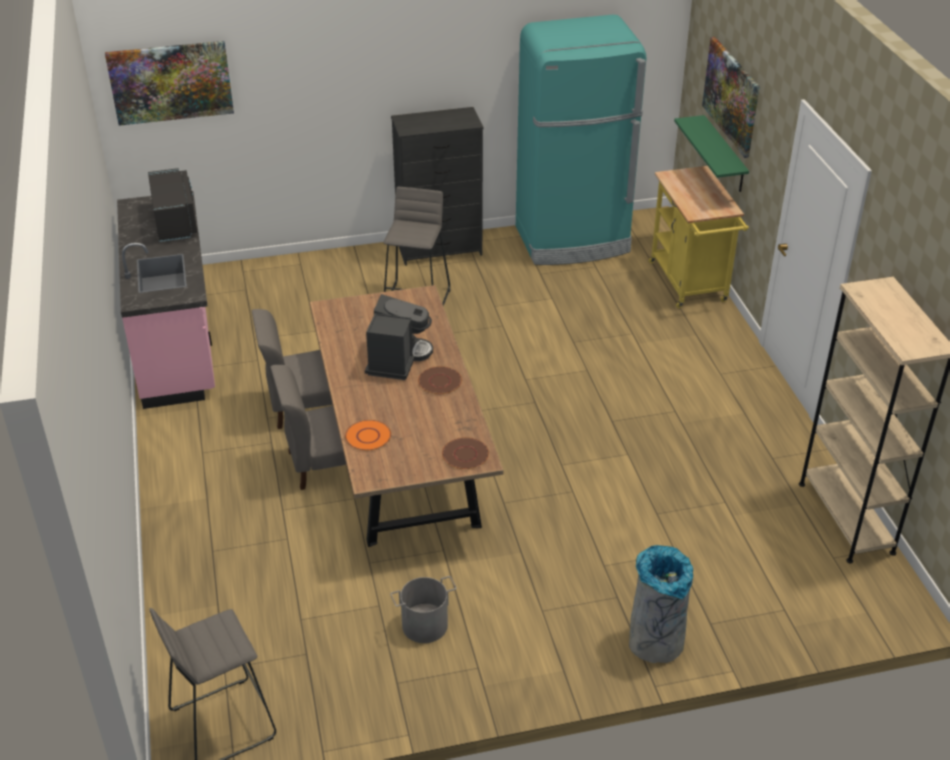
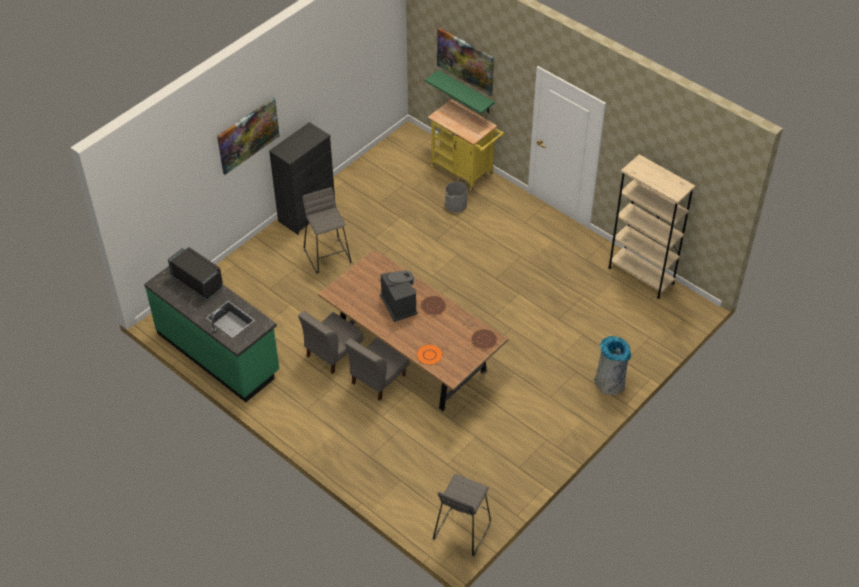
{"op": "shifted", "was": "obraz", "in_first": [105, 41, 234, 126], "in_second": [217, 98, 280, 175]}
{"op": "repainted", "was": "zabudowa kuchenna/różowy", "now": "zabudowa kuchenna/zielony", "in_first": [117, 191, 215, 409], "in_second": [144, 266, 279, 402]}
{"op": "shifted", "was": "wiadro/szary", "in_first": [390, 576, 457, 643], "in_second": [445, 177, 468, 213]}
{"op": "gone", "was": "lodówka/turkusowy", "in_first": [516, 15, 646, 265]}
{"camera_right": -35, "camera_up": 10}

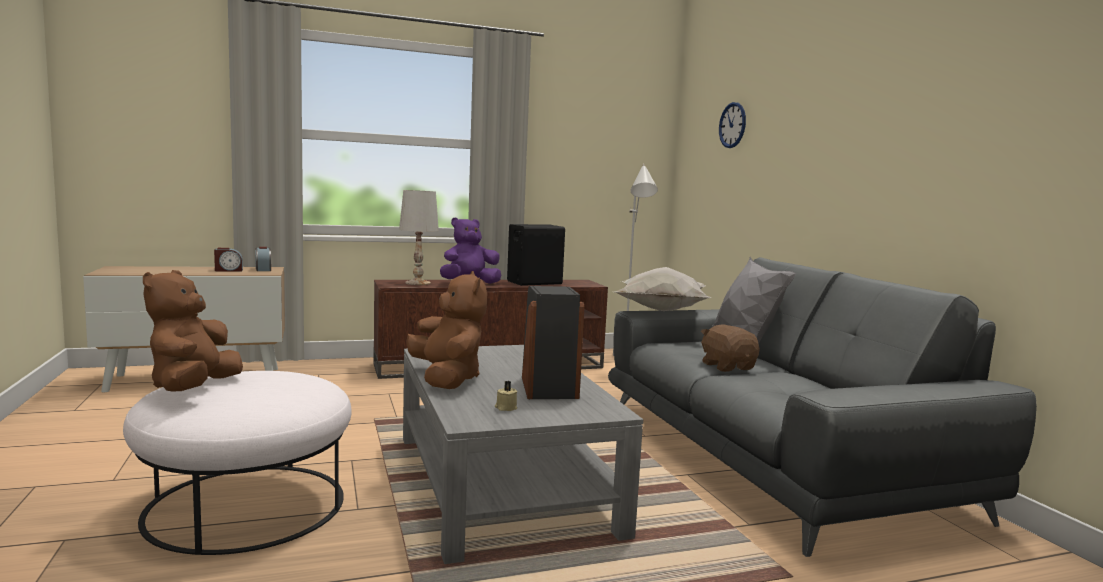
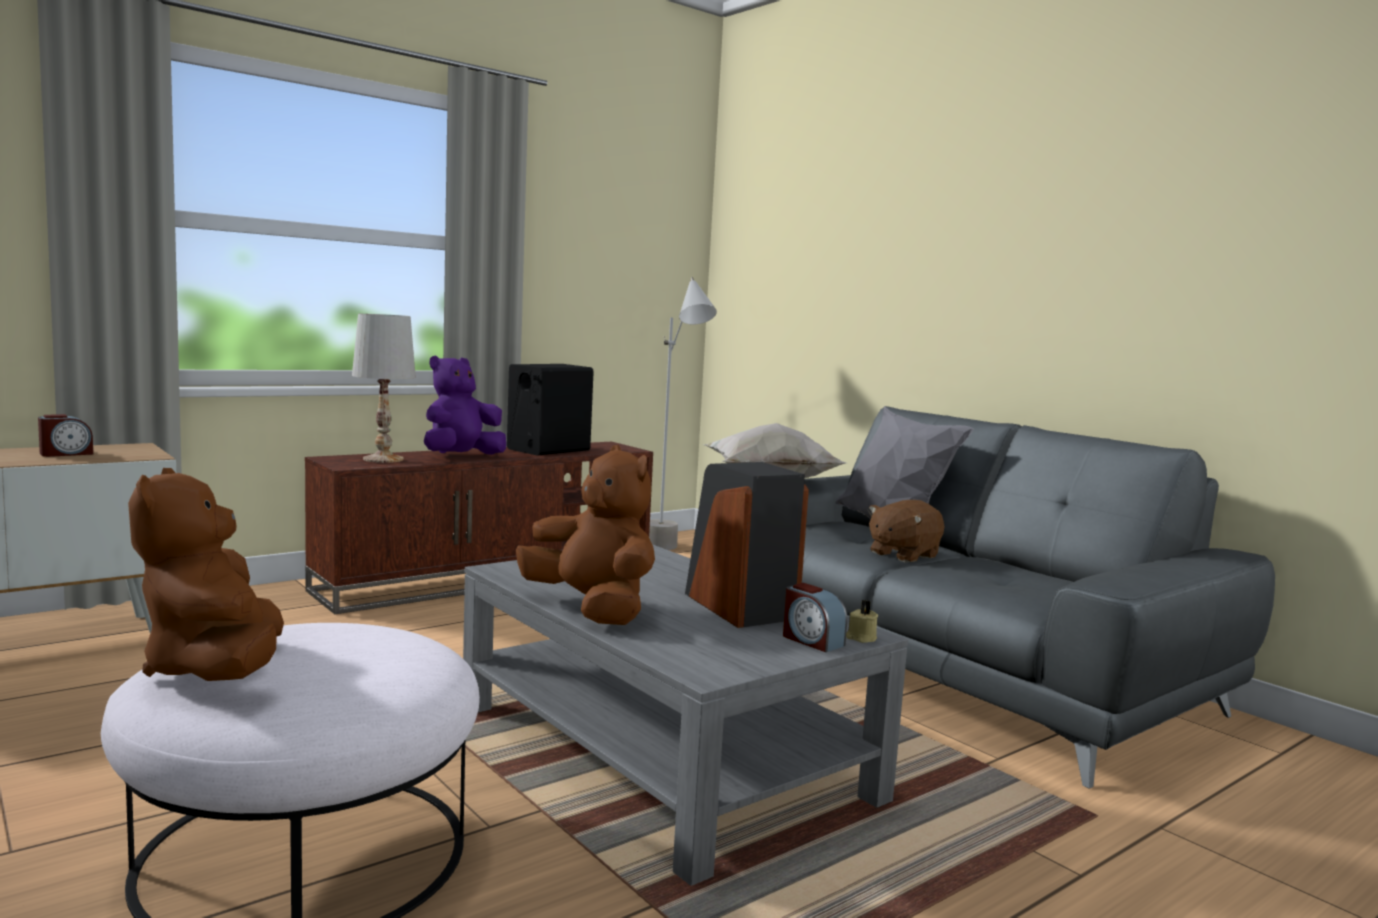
{"op": "shifted", "was": "budzik", "in_first": [255, 247, 271, 271], "in_second": [783, 583, 847, 652]}
{"op": "shifted", "was": "świeca/beżowy", "in_first": [495, 381, 517, 411], "in_second": [846, 600, 878, 643]}
{"op": "rotated", "was": "pluszak/brązowy", "in_first": [701, 324, 760, 372], "in_second": [869, 500, 944, 563], "clockwise": -90}
{"op": "gone", "was": "zegar ścienny", "in_first": [719, 102, 746, 148]}
{"camera_right": -20, "camera_up": 0}

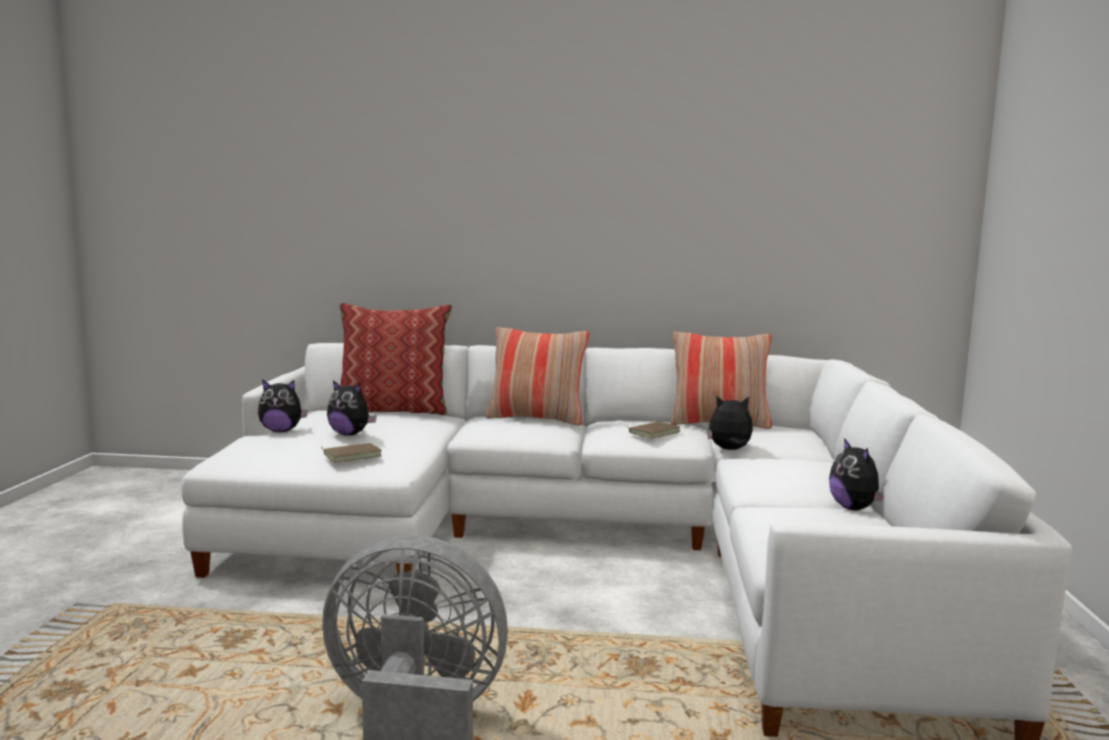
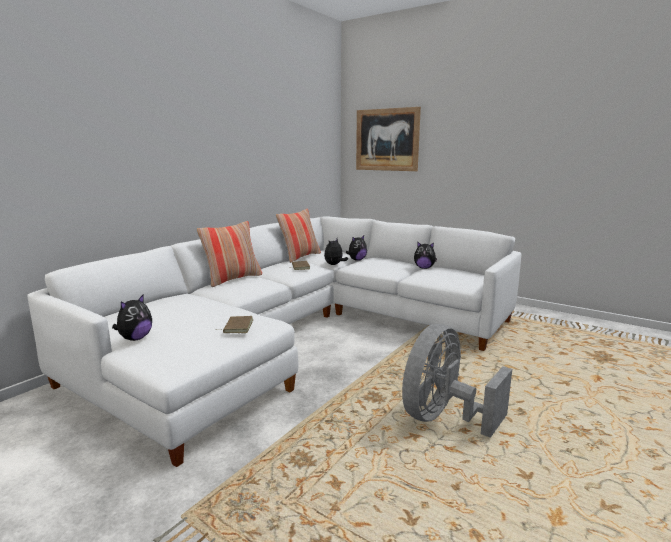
{"op": "shifted", "was": "pluszak", "in_first": [327, 380, 377, 436], "in_second": [346, 235, 367, 261]}
{"op": "gone", "was": "poduszka", "in_first": [340, 303, 452, 416]}
{"op": "new", "now": "obraz", "in_second": [356, 107, 421, 171]}
{"camera_right": -60, "camera_up": 5}

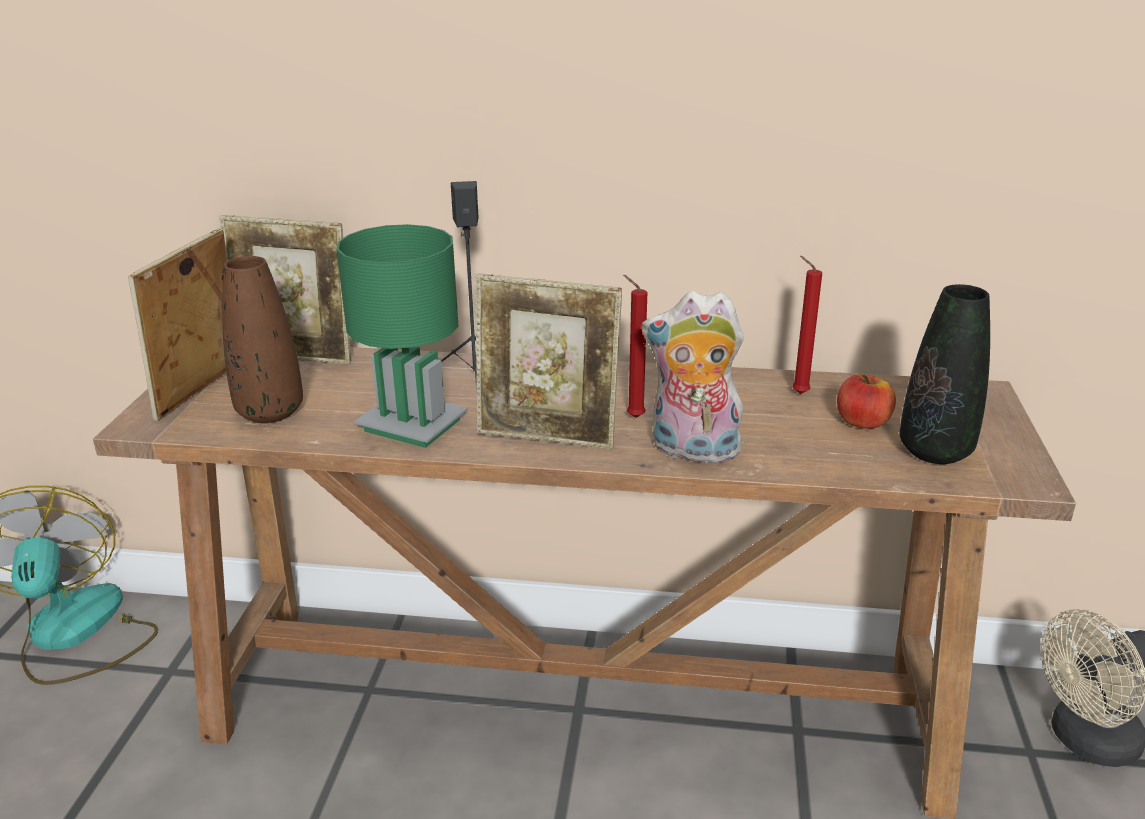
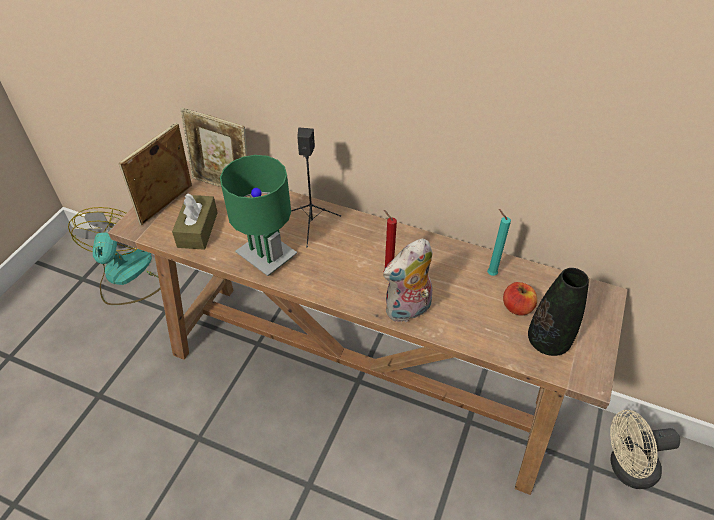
{"op": "swapped", "was": "wazon/brązowy", "now": "pudełko chusteczek/brązowy", "in_first": [222, 256, 303, 423], "in_second": [172, 193, 218, 250]}
{"op": "gone", "was": "ramka na zdjęcie", "in_first": [476, 273, 622, 449]}
{"op": "rotated", "was": "pluszak", "in_first": [641, 291, 747, 463], "in_second": [383, 239, 433, 322], "clockwise": -60}
{"op": "repainted", "was": "świeca/czerwony", "now": "świeca/turkusowy", "in_first": [792, 256, 822, 394], "in_second": [487, 209, 511, 276]}
{"camera_right": 15, "camera_up": 20}

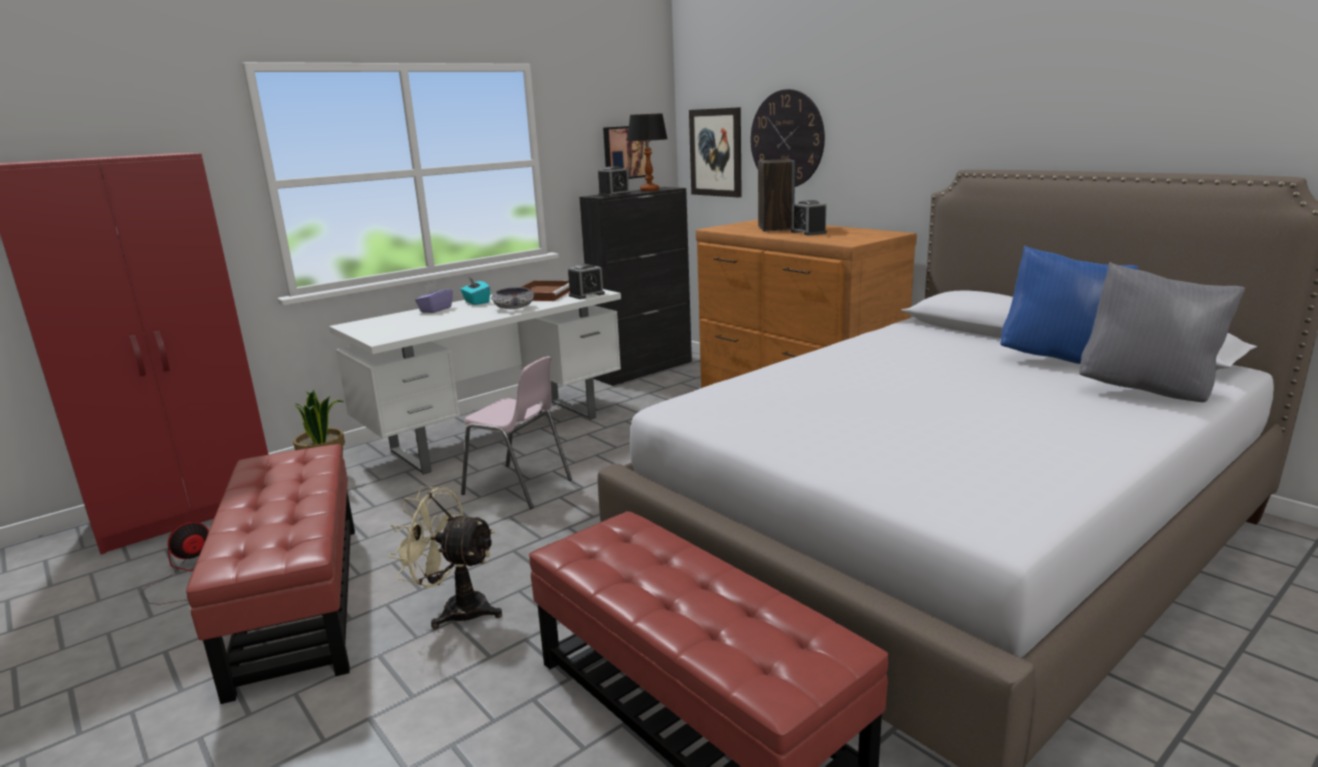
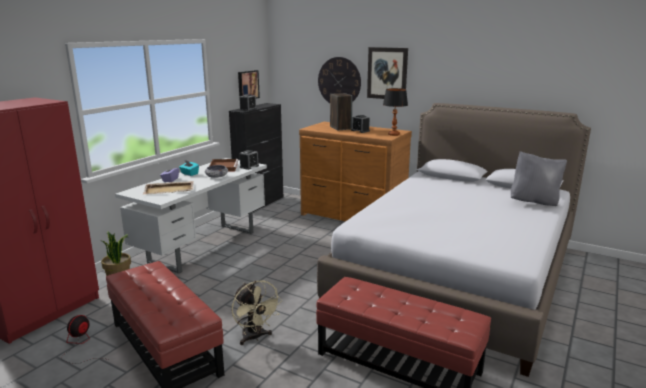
{"op": "rotated", "was": "wentylator/beżowy", "in_first": [388, 486, 502, 629], "in_second": [232, 280, 283, 345], "clockwise": -120}
{"op": "gone", "was": "krzesło/różowy", "in_first": [461, 356, 572, 509]}
{"op": "shifted", "was": "lampa stołowa", "in_first": [627, 113, 667, 191], "in_second": [383, 88, 408, 136]}
{"op": "shifted", "was": "obraz", "in_first": [689, 107, 742, 198], "in_second": [367, 47, 408, 99]}
{"op": "gone", "was": "poduszka/niebieski", "in_first": [1000, 246, 1139, 364]}
{"op": "new", "now": "taca/beżowy", "in_second": [143, 181, 194, 195]}
{"camera_right": -20, "camera_up": 0}

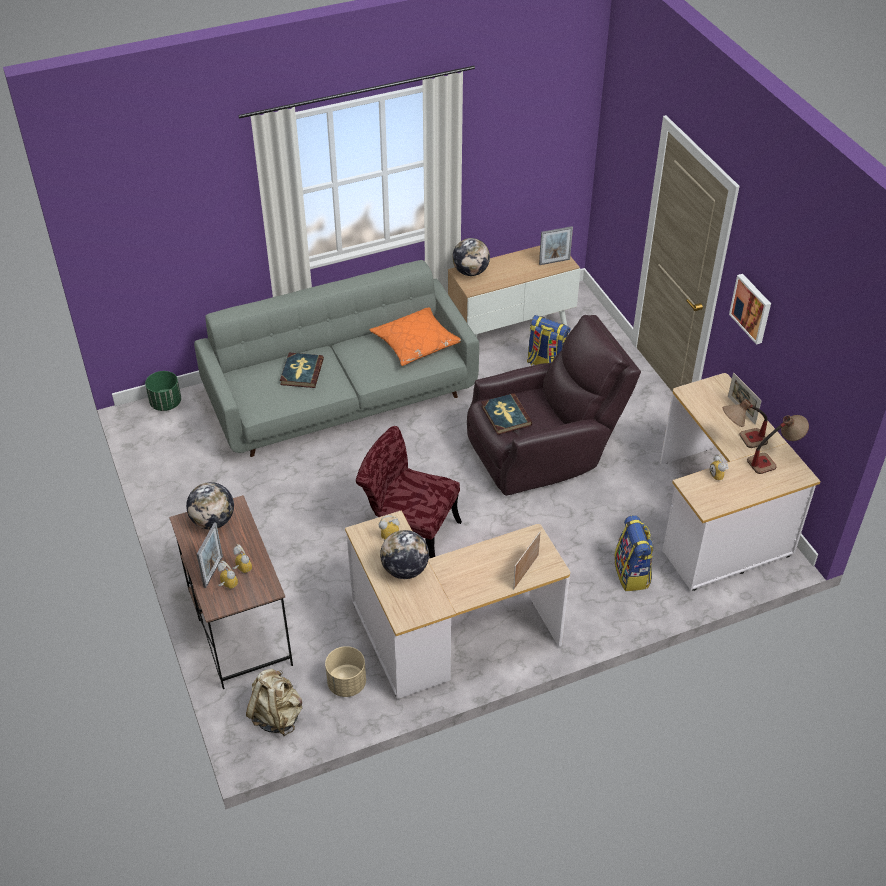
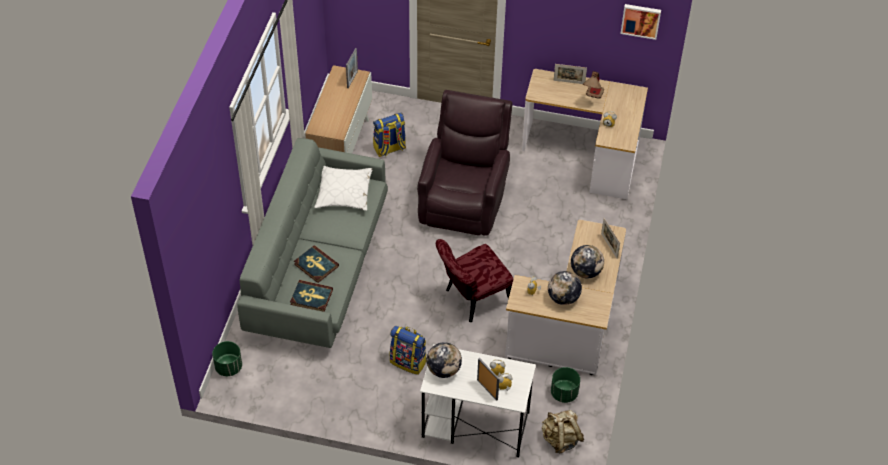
{"op": "repainted", "was": "biurko/brązowy", "now": "biurko/biały", "in_first": [169, 495, 293, 689], "in_second": [420, 344, 536, 457]}
{"op": "repainted", "was": "donica/beżowy", "now": "donica/zielony", "in_first": [325, 646, 366, 697], "in_second": [551, 367, 580, 403]}
{"op": "repainted", "was": "poduszka/pomarańczowy", "now": "poduszka/biały", "in_first": [370, 308, 461, 366], "in_second": [314, 166, 373, 211]}
{"op": "shifted", "was": "globus", "in_first": [452, 238, 490, 276], "in_second": [571, 245, 604, 279]}
{"op": "shifted", "was": "książka", "in_first": [481, 393, 532, 435], "in_second": [290, 280, 333, 312]}
{"op": "shifted", "was": "plecak", "in_first": [614, 515, 653, 591], "in_second": [390, 326, 427, 375]}
{"op": "shifted", "was": "obraz", "in_first": [729, 274, 771, 345], "in_second": [621, 4, 661, 40]}
{"op": "gone", "was": "lampa stołowa", "in_first": [747, 415, 809, 474]}
{"camera_right": -55, "camera_up": 5}

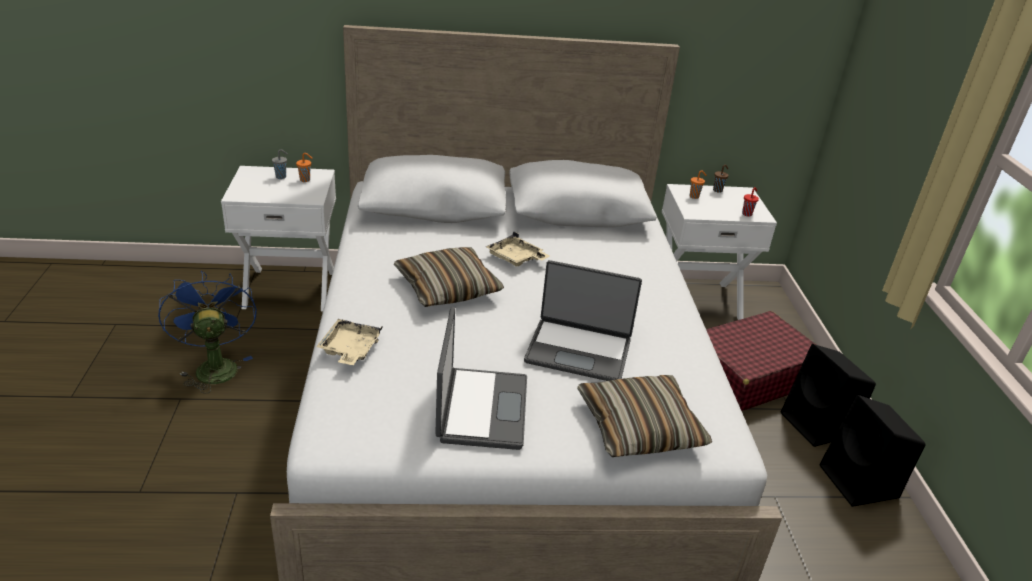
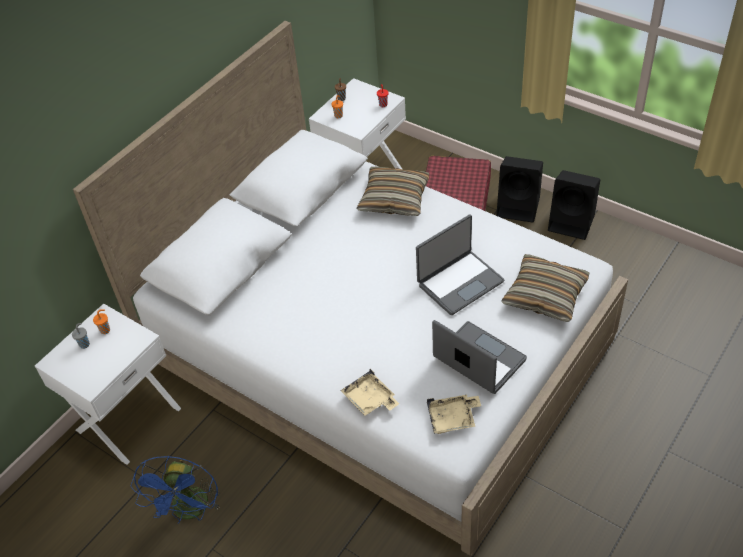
{"op": "rotated", "was": "wentylator/niebieski", "in_first": [158, 271, 257, 394], "in_second": [131, 456, 220, 524], "clockwise": -105}
{"op": "shifted", "was": "poduszka", "in_first": [394, 247, 504, 307], "in_second": [357, 167, 429, 216]}
{"op": "shifted", "was": "taca/beżowy", "in_first": [486, 232, 550, 267], "in_second": [427, 395, 481, 434]}
{"camera_right": -45, "camera_up": 15}

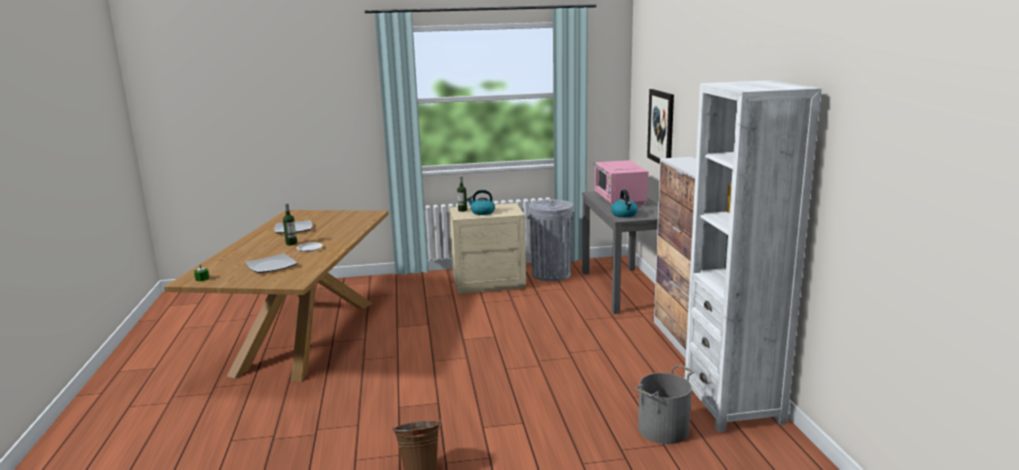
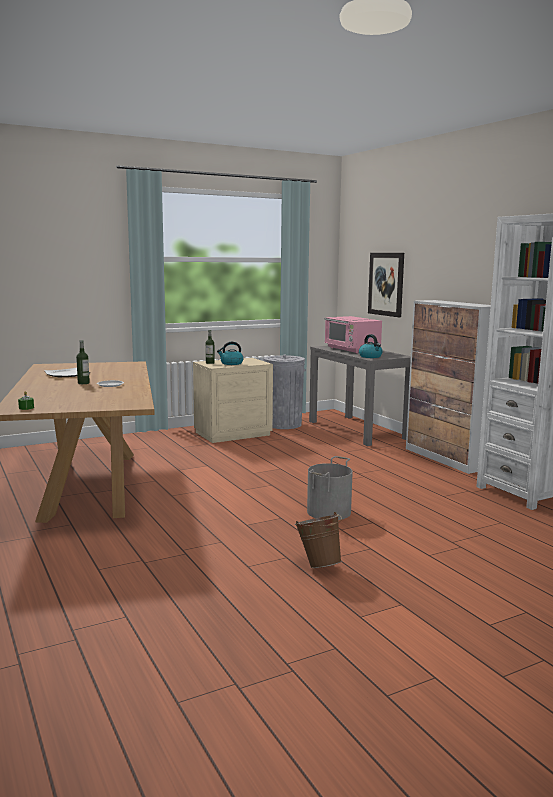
{"op": "gone", "was": "talerz", "in_first": [246, 254, 297, 273]}
{"op": "shifted", "was": "wiadro/szary", "in_first": [635, 365, 694, 444], "in_second": [307, 456, 353, 520]}
{"camera_right": -20, "camera_up": -5}

